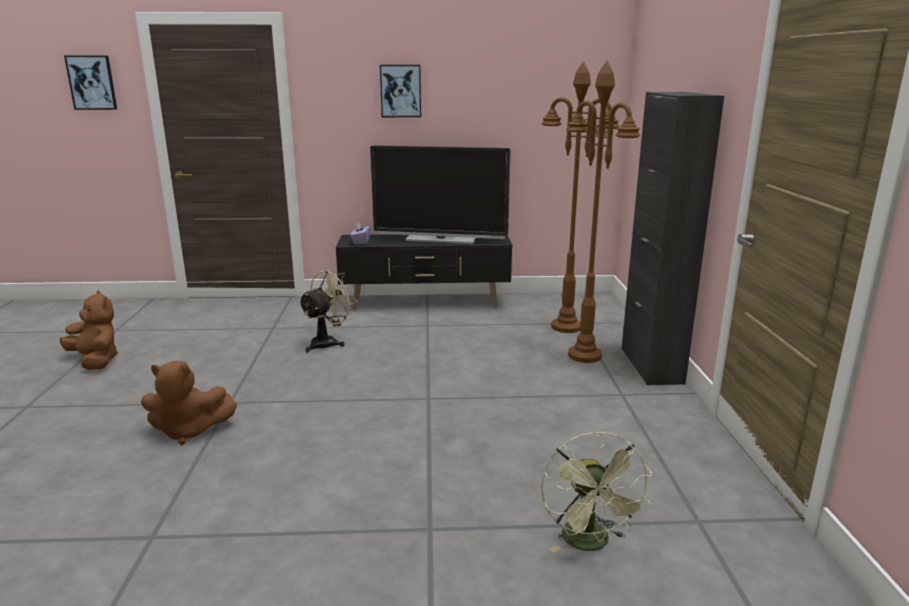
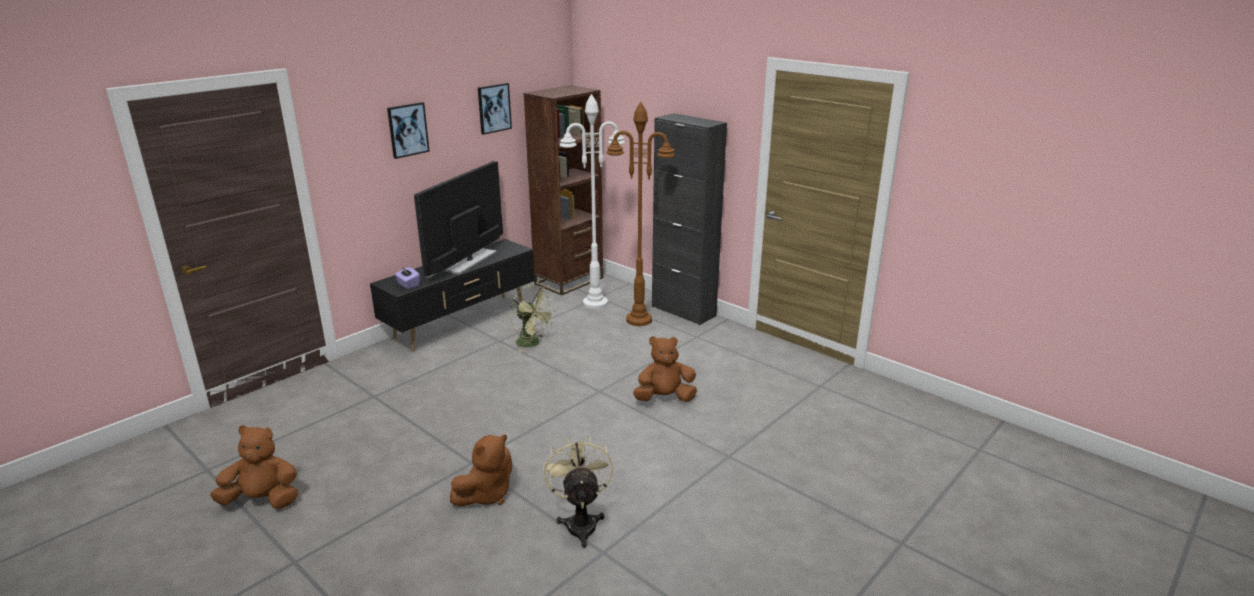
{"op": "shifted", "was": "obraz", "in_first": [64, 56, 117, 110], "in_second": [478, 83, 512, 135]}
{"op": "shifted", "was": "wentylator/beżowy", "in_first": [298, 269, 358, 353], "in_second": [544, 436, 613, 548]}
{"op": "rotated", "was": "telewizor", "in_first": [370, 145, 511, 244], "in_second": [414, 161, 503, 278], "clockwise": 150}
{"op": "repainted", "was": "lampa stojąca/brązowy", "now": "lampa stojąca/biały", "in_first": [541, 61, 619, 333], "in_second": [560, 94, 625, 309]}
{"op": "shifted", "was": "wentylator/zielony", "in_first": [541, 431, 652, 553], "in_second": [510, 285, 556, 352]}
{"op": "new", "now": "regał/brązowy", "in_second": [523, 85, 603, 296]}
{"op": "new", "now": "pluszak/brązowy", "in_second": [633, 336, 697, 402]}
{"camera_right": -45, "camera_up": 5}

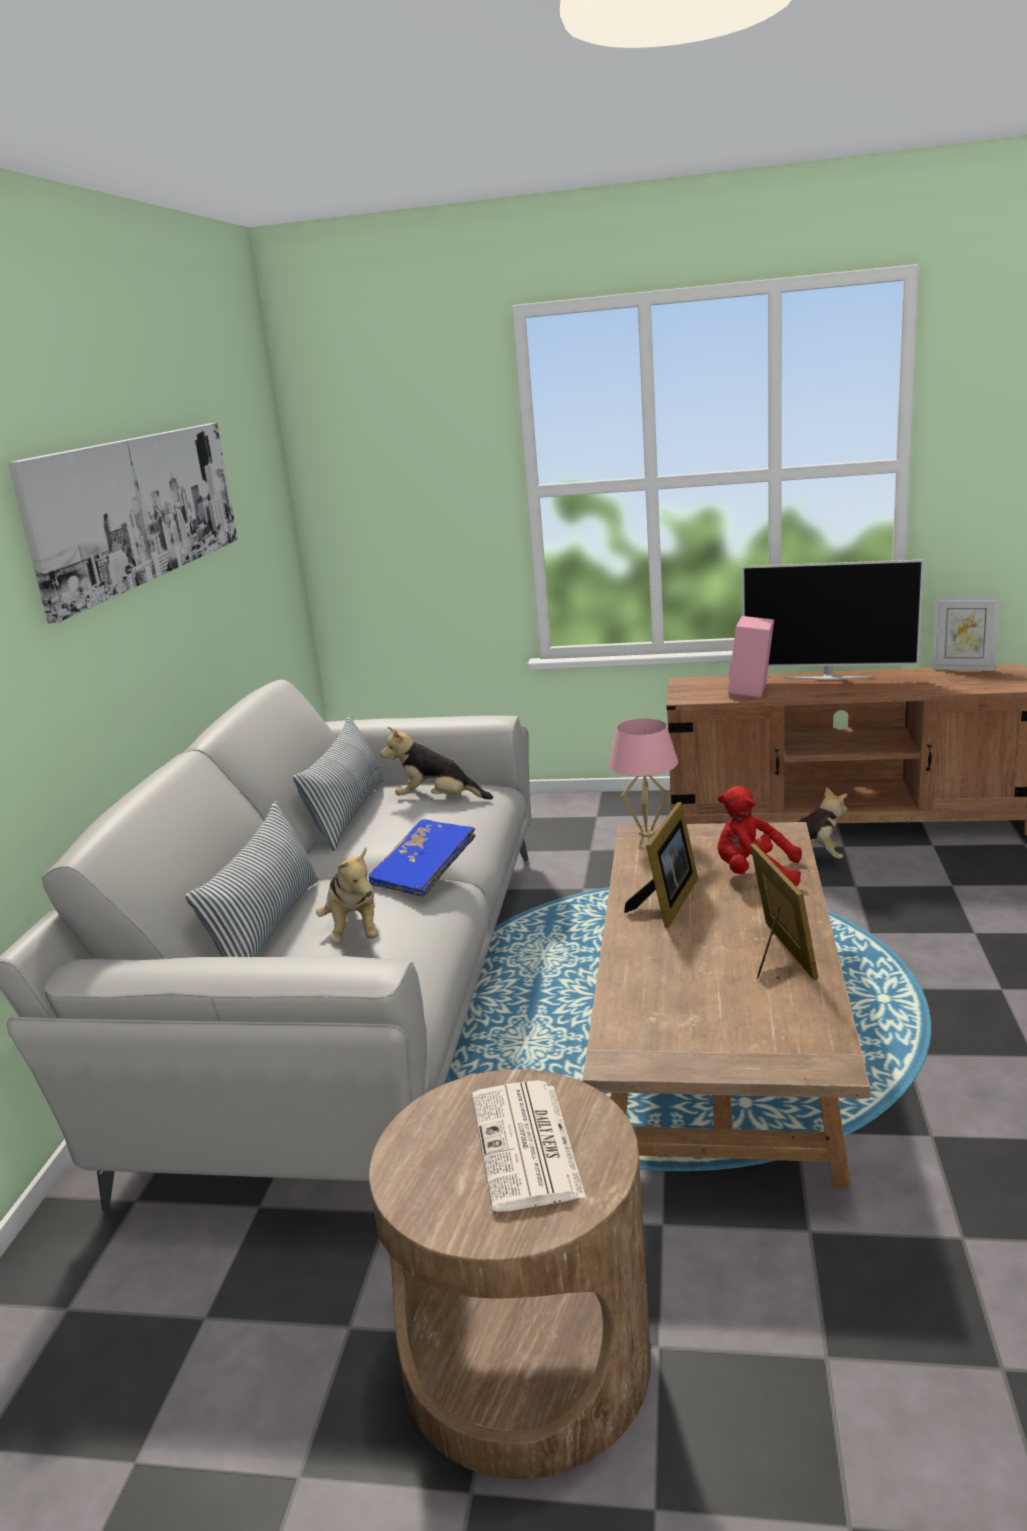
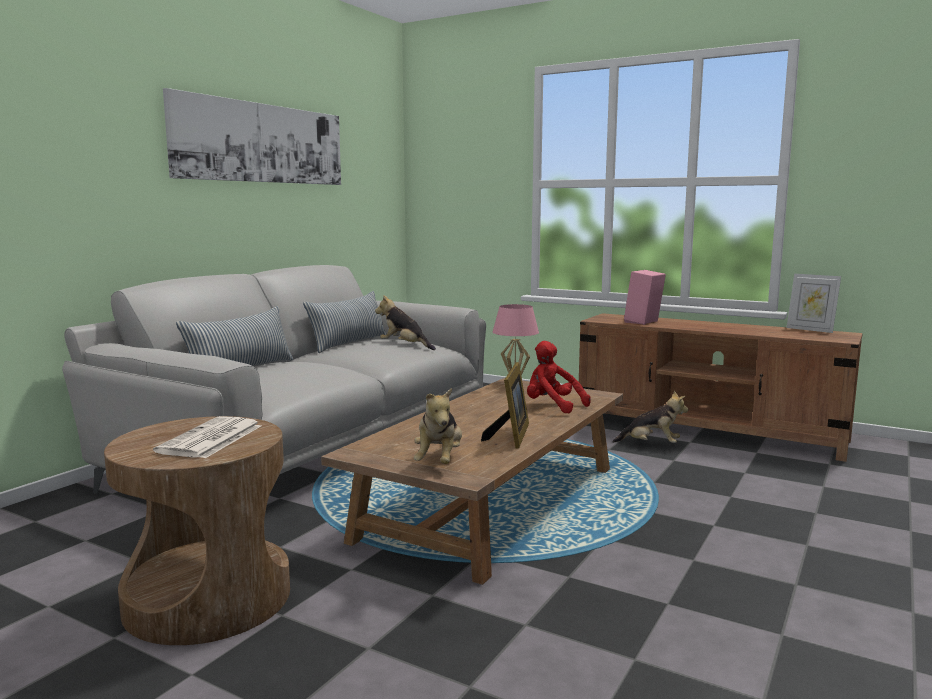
{"op": "shifted", "was": "pluszak", "in_first": [316, 847, 378, 943], "in_second": [414, 388, 462, 464]}
{"op": "gone", "was": "książka/niebieski", "in_first": [369, 819, 476, 897]}
{"op": "gone", "was": "ramka na zdjęcie", "in_first": [624, 802, 698, 928]}
{"op": "gone", "was": "telewizor", "in_first": [742, 559, 924, 680]}
{"camera_right": 20, "camera_up": -10}

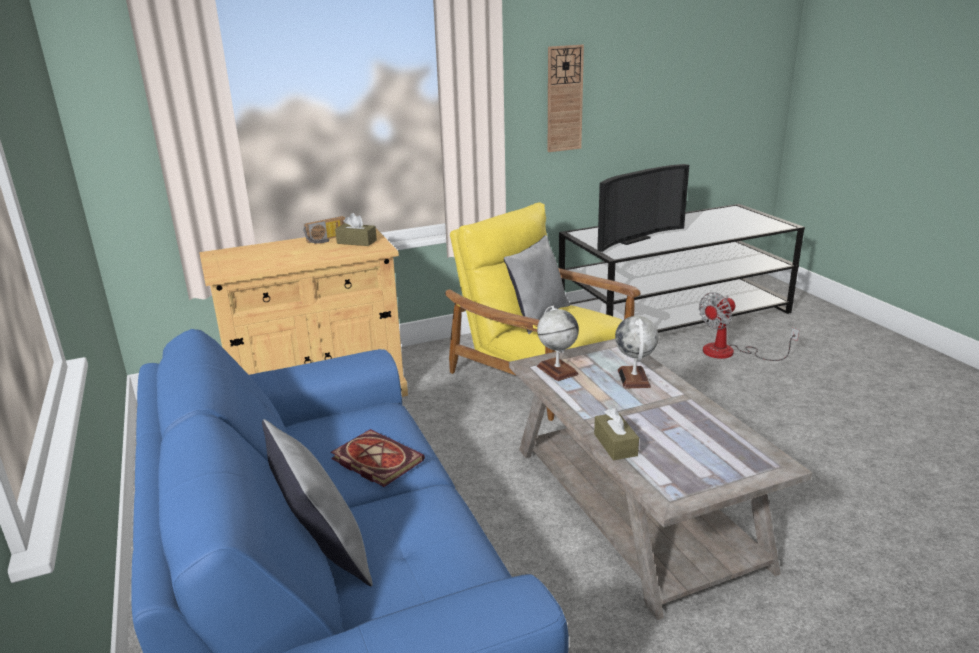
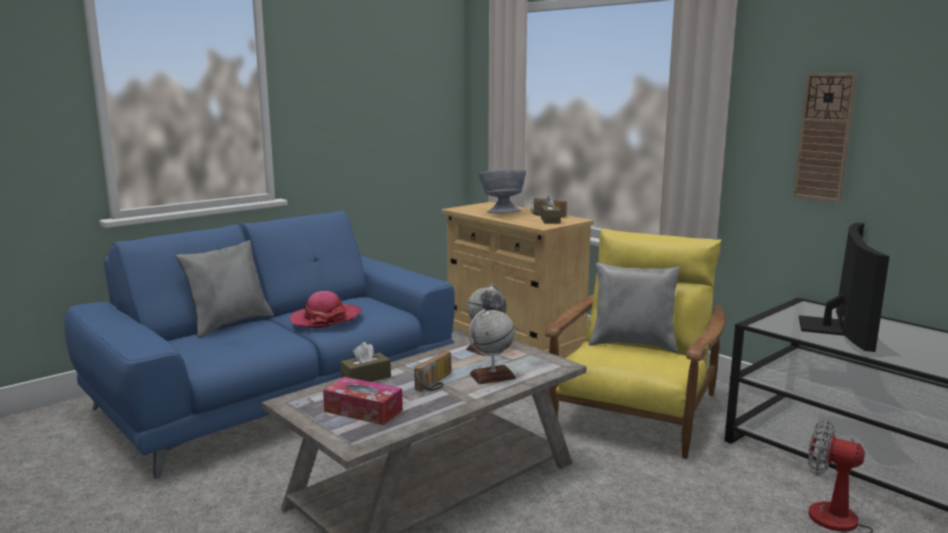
{"op": "swapped", "was": "książka", "now": "kapelusz", "in_first": [331, 429, 425, 487], "in_second": [289, 291, 361, 328]}
{"op": "rotated", "was": "telewizor", "in_first": [597, 164, 689, 252], "in_second": [799, 223, 890, 352], "clockwise": -105}
{"op": "new", "now": "pudełko chusteczek", "in_second": [323, 377, 403, 425]}
{"op": "new", "now": "radio", "in_second": [414, 351, 451, 392]}
{"op": "new", "now": "miska/szary", "in_second": [479, 170, 526, 213]}
{"camera_right": 70, "camera_up": -10}

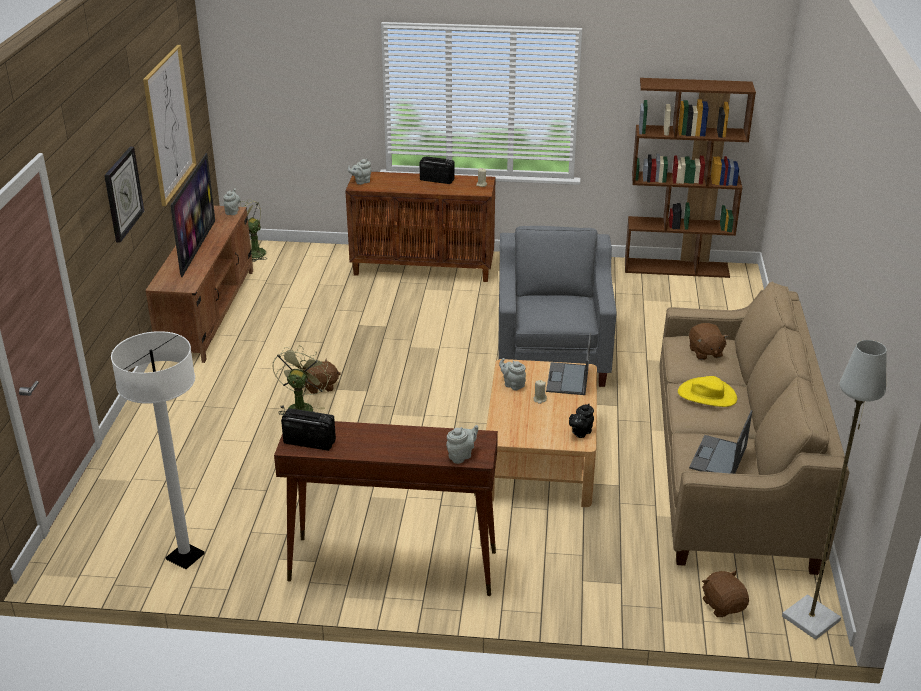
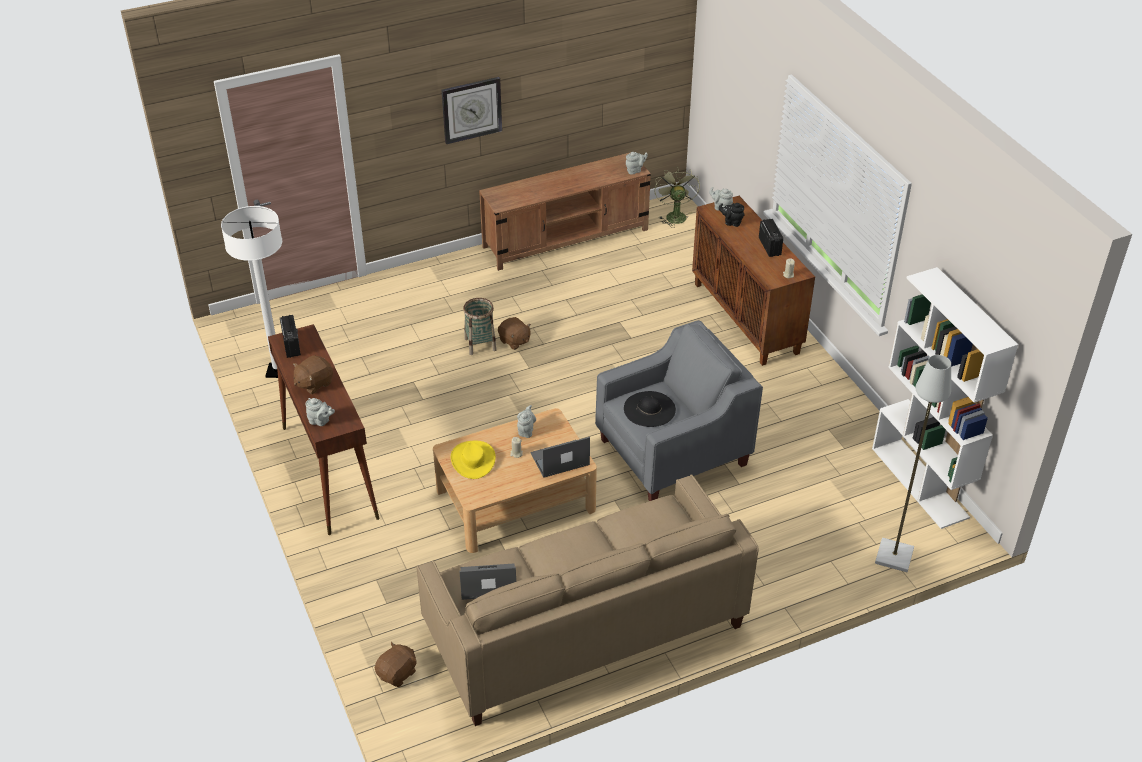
{"op": "gone", "was": "obraz", "in_first": [143, 45, 196, 206]}
{"op": "gone", "was": "telewizor", "in_first": [170, 153, 215, 277]}
{"op": "swapped", "was": "wentylator/zielony", "now": "koszyk", "in_first": [273, 345, 330, 415], "in_second": [463, 298, 497, 355]}
{"op": "shifted", "was": "imbryk/czarny", "in_first": [569, 403, 594, 438], "in_second": [719, 203, 745, 227]}
{"op": "repainted", "was": "regał/brązowy", "now": "regał/biały", "in_first": [625, 78, 756, 278], "in_second": [872, 267, 1018, 529]}
{"op": "shifted", "was": "kapelusz/żółty", "in_first": [678, 376, 737, 407], "in_second": [451, 441, 496, 479]}
{"op": "shifted", "was": "pluszak/brązowy", "in_first": [689, 323, 729, 360], "in_second": [293, 355, 333, 394]}
{"op": "shifted", "was": "lampa stojąca/szary", "in_first": [782, 340, 887, 640], "in_second": [875, 355, 951, 572]}
{"op": "new", "now": "kapelusz/czarny", "in_second": [624, 391, 676, 427]}
{"camera_right": 60, "camera_up": 10}

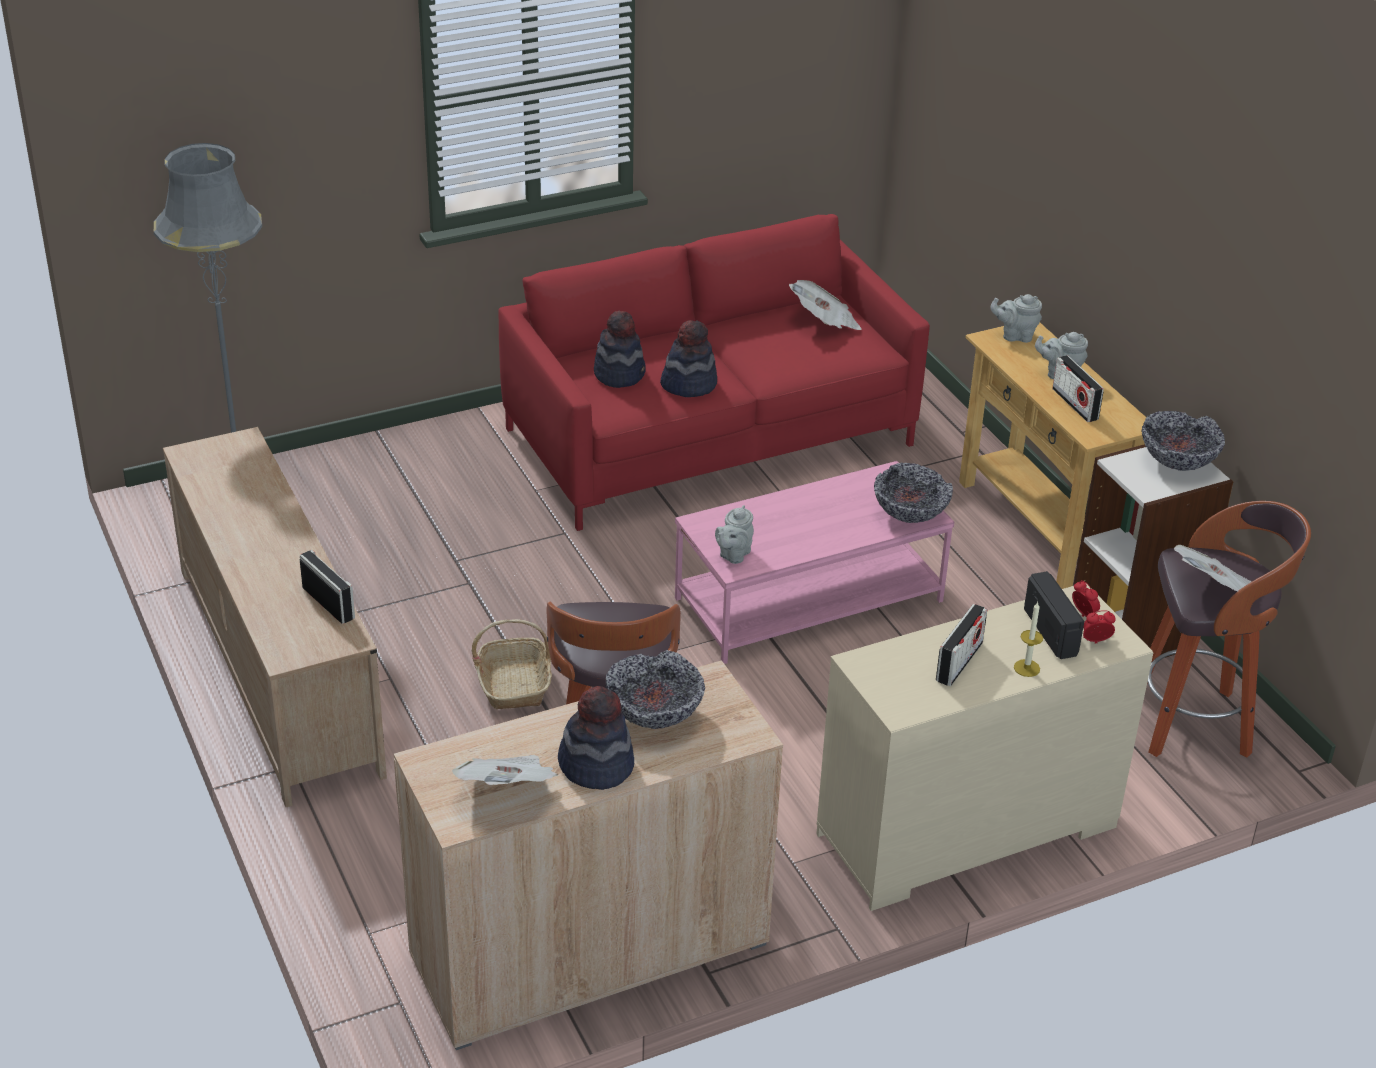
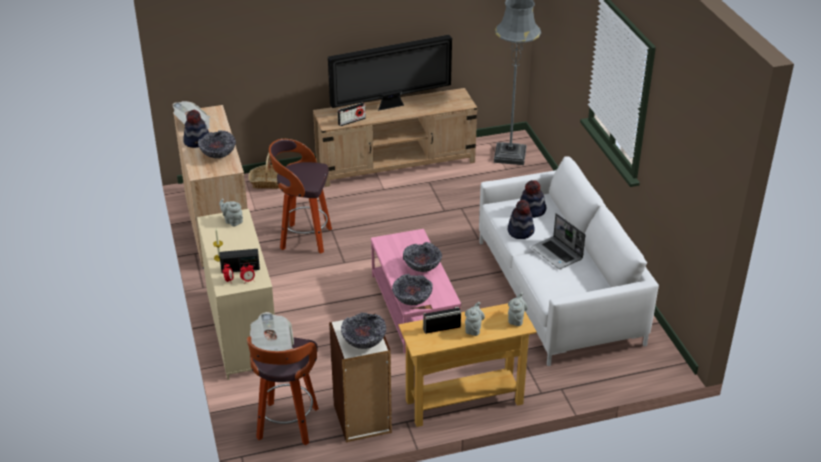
{"op": "shifted", "was": "koszyk", "in_first": [472, 619, 552, 709], "in_second": [248, 152, 280, 189]}
{"op": "repainted", "was": "kanapa/czerwony", "now": "kanapa/biały", "in_first": [498, 214, 930, 531], "in_second": [479, 156, 659, 366]}
{"op": "shifted", "was": "imbryk/szary", "in_first": [715, 505, 754, 564], "in_second": [219, 198, 243, 226]}
{"op": "gone", "was": "gazeta", "in_first": [789, 280, 862, 330]}
{"op": "gone", "was": "radio", "in_first": [936, 604, 987, 686]}
{"op": "new", "now": "telewizor", "in_second": [328, 35, 452, 111]}
{"op": "new", "now": "miska", "in_second": [403, 242, 442, 272]}
{"op": "new", "now": "laptop", "in_second": [531, 213, 585, 269]}
{"camera_right": 100, "camera_up": 0}

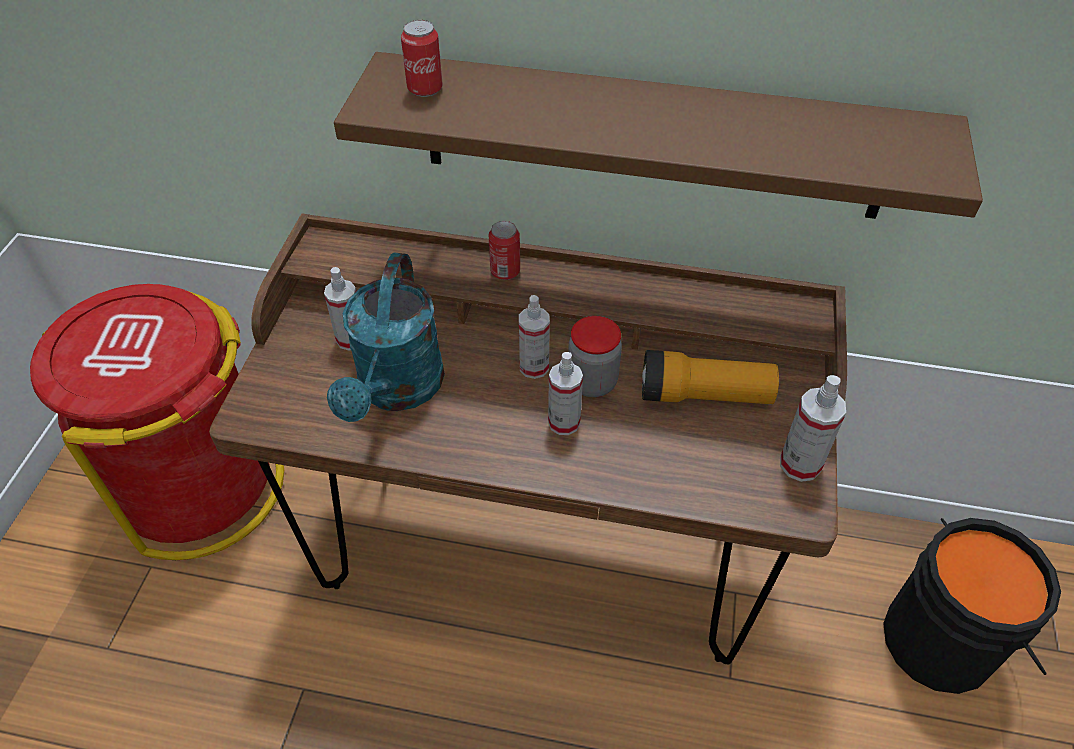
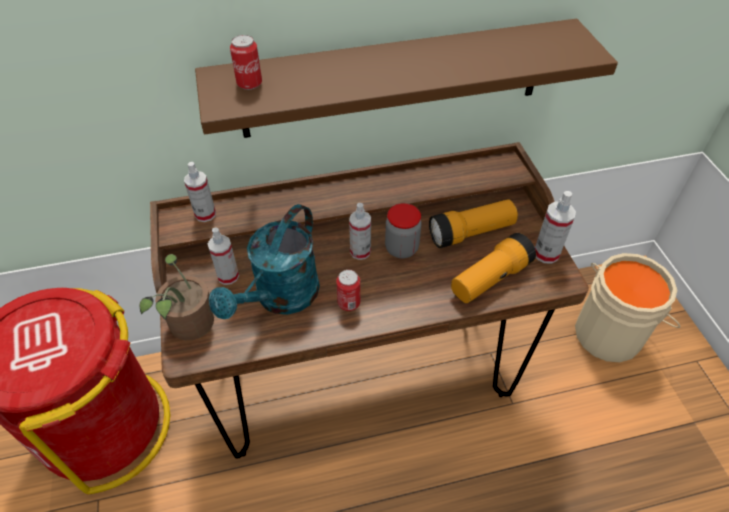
{"op": "rotated", "was": "konewka/turkusowy", "in_first": [327, 253, 445, 422], "in_second": [209, 204, 320, 319], "clockwise": 45}
{"op": "shifted", "was": "puszka", "in_first": [489, 221, 520, 280], "in_second": [336, 270, 360, 311]}
{"op": "shifted", "was": "spryskiwacz", "in_first": [548, 352, 583, 435], "in_second": [184, 162, 216, 222]}
{"op": "repainted", "was": "wiadro/czarny", "now": "wiadro/beżowy", "in_first": [883, 518, 1061, 694], "in_second": [575, 253, 681, 362]}
{"op": "new", "now": "roślina doniczkowa", "in_second": [140, 254, 214, 340]}
{"op": "new", "now": "latarka", "in_second": [451, 233, 536, 303]}
{"camera_right": -25, "camera_up": 0}

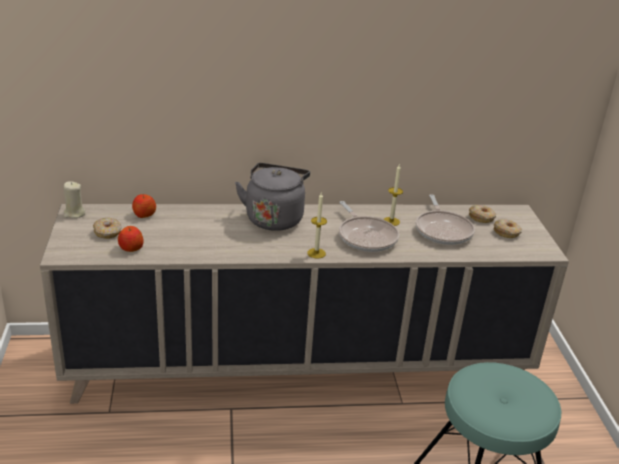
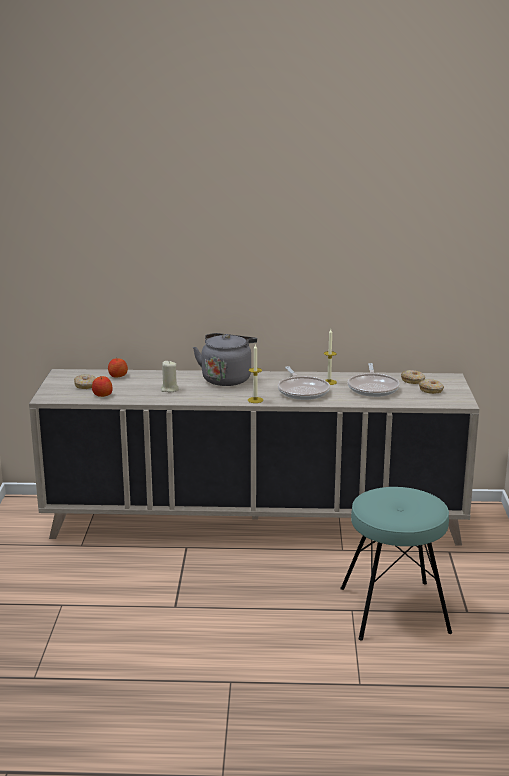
{"op": "shifted", "was": "świeca/beżowy", "in_first": [64, 182, 85, 218], "in_second": [161, 361, 179, 392]}
{"camera_right": 10, "camera_up": -10}

